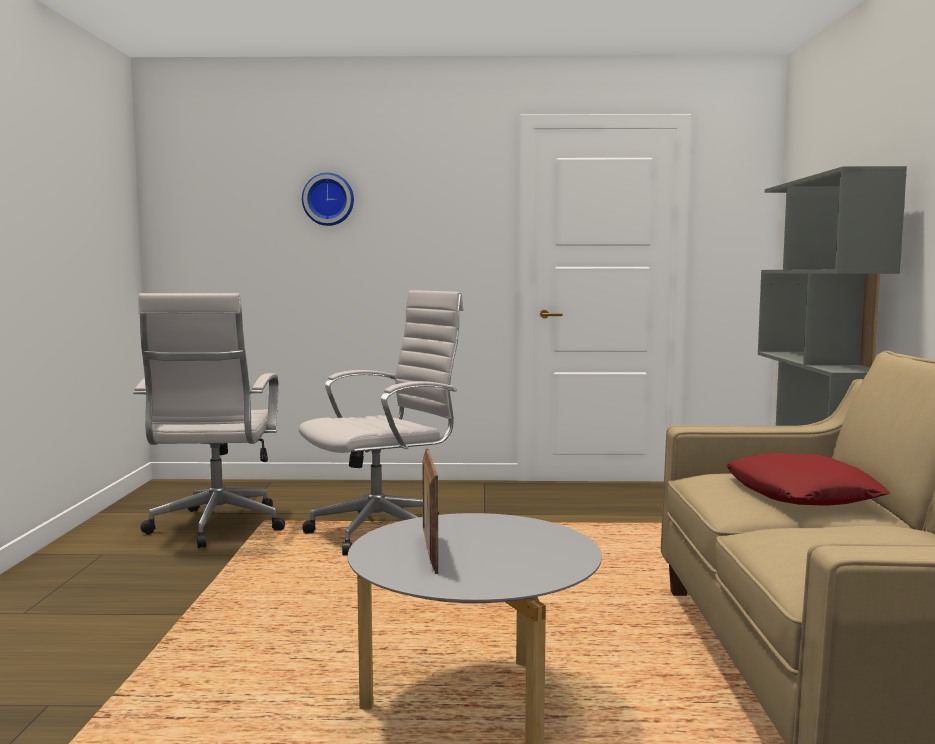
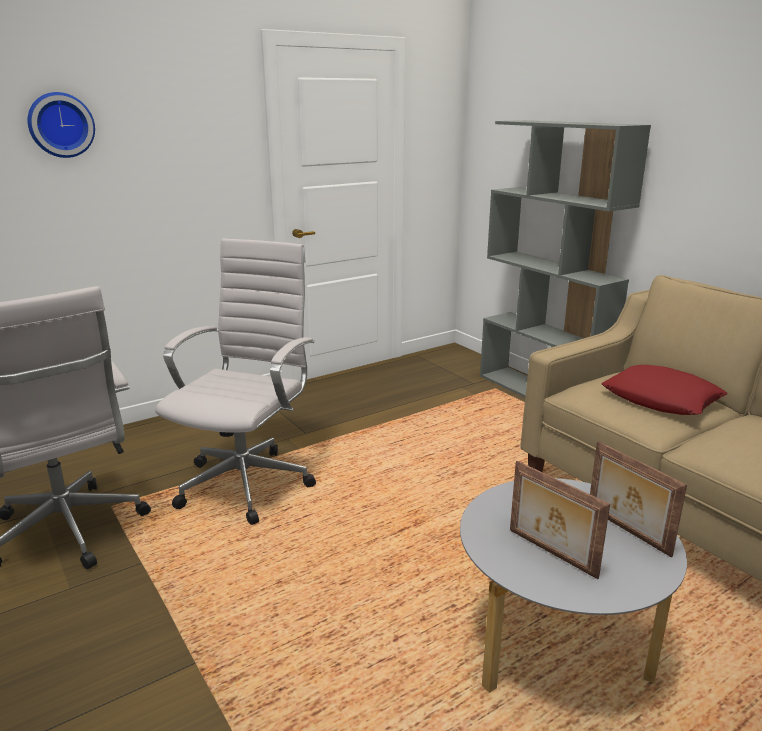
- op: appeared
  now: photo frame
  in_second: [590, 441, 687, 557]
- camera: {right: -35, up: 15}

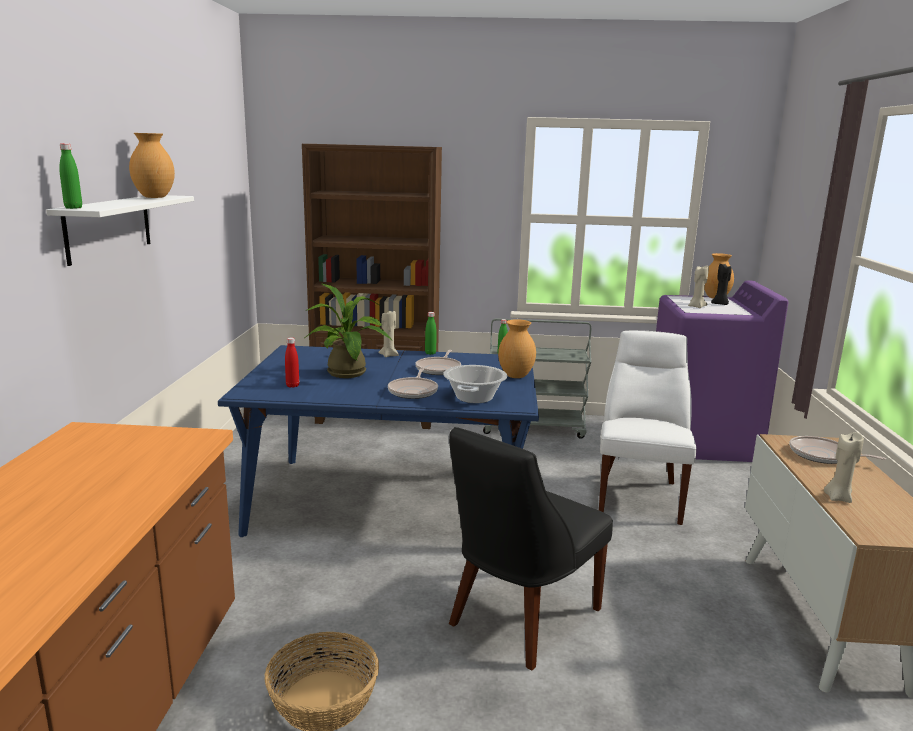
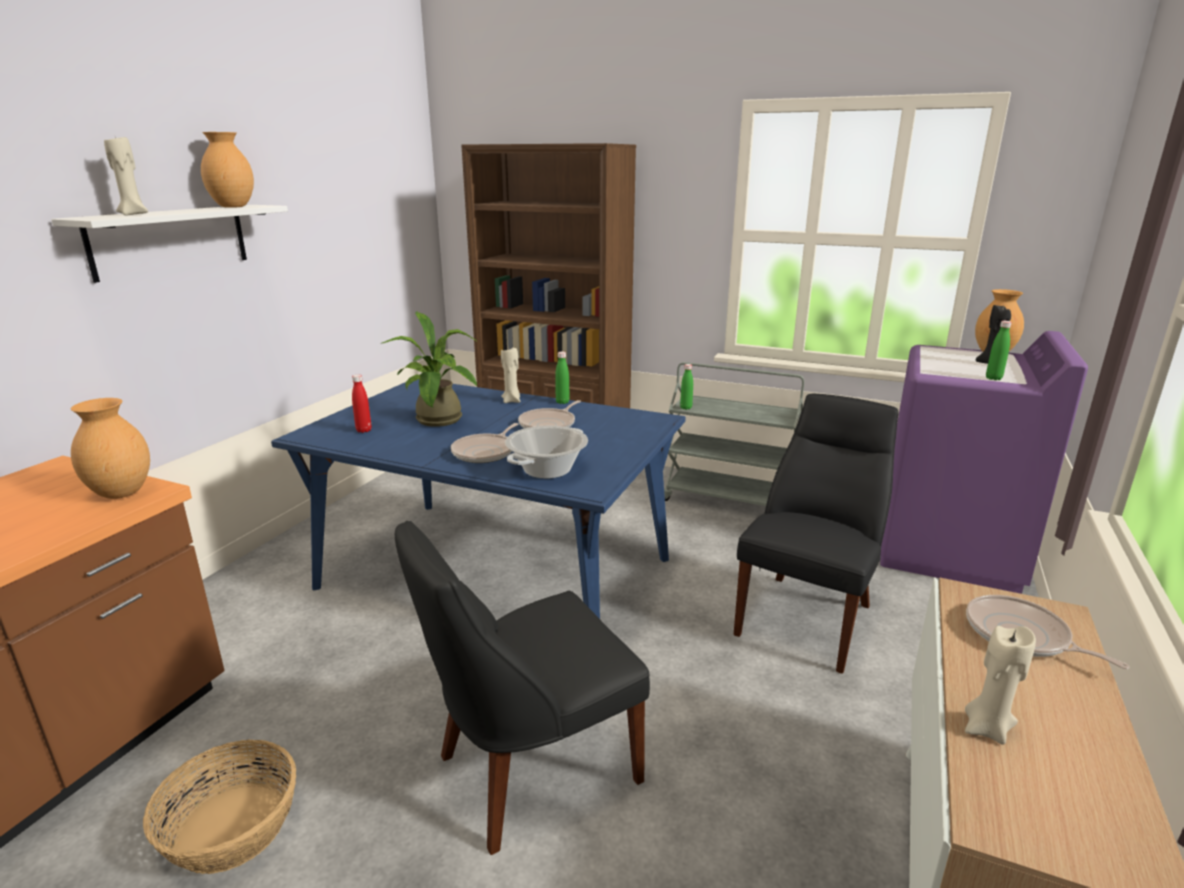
- op: relocated
  was: green beverage bottle
  in_first: [59, 143, 82, 209]
  in_second: [986, 321, 1012, 380]
- op: relocated
  was: brown vase
  in_first: [498, 319, 536, 378]
  in_second: [71, 398, 150, 499]
- op: colour
  was: whitish chair
  now: blackish chair
  in_first: [599, 330, 696, 525]
  in_second: [733, 394, 899, 674]
- op: relocated
  was: beige wax light
  in_first: [688, 265, 709, 308]
  in_second: [104, 137, 148, 215]
- camera: {right: 20, up: 5}

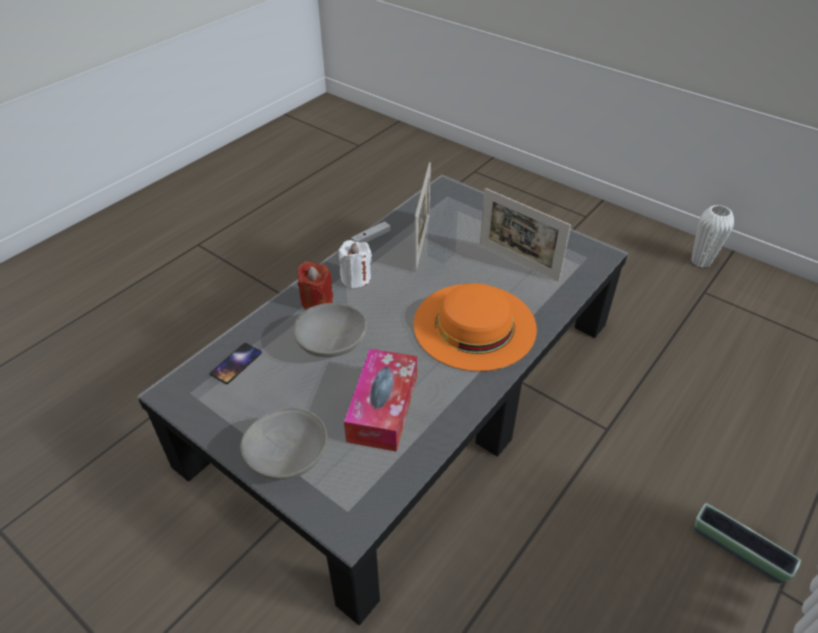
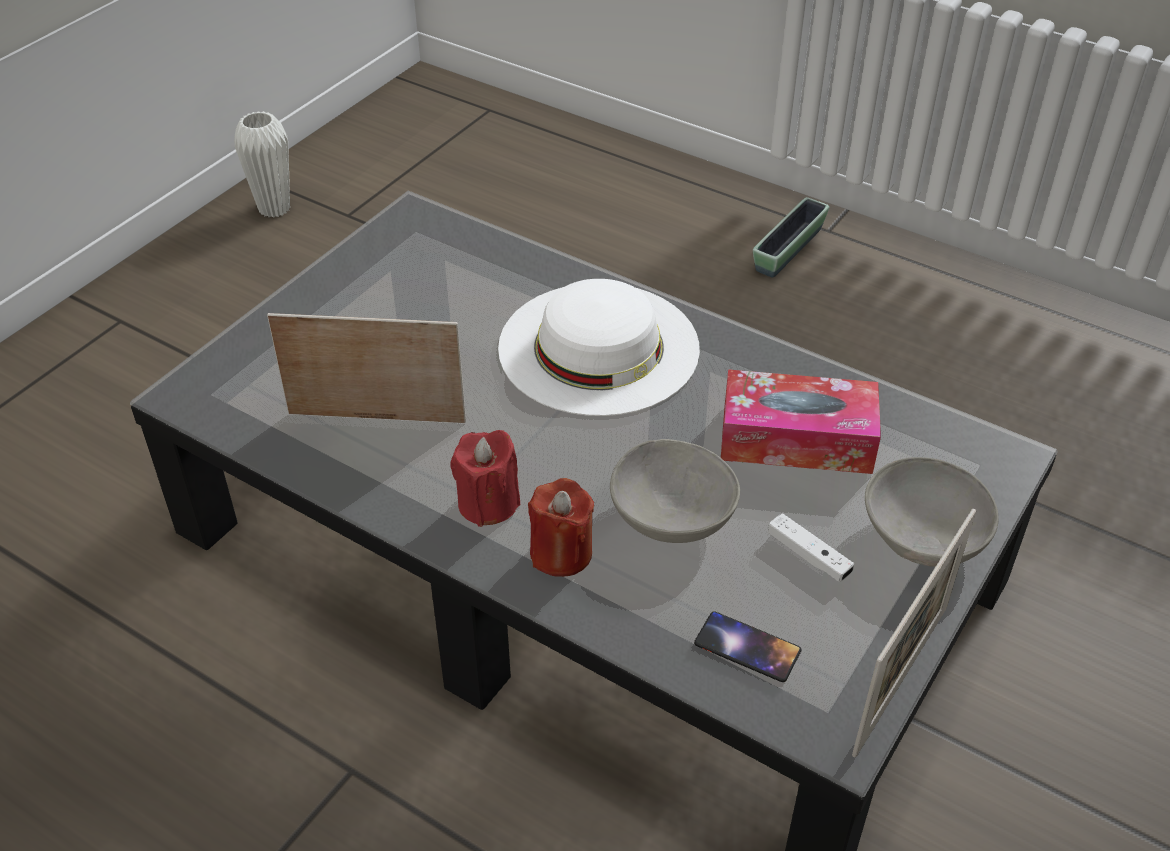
- op: colour
  was: whitish wax light
  now: red-coloured wax light
  in_first: [339, 240, 372, 288]
  in_second: [450, 430, 521, 527]
- op: relocated
  was: whitish gamepad
  in_first: [351, 222, 391, 242]
  in_second: [768, 513, 854, 582]
- op: colour
  was: orange hat
  now: whitish hat
  in_first: [413, 283, 537, 371]
  in_second: [498, 279, 700, 416]
- op: relocated
  was: photo frame
  in_first: [480, 188, 571, 281]
  in_second: [852, 509, 976, 757]
- camera: {right: -95, up: 0}

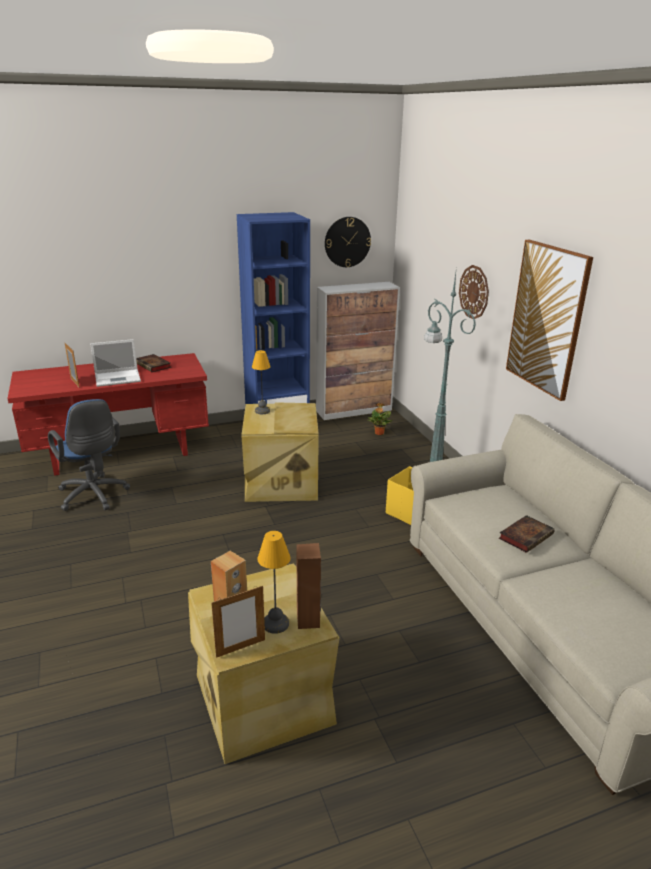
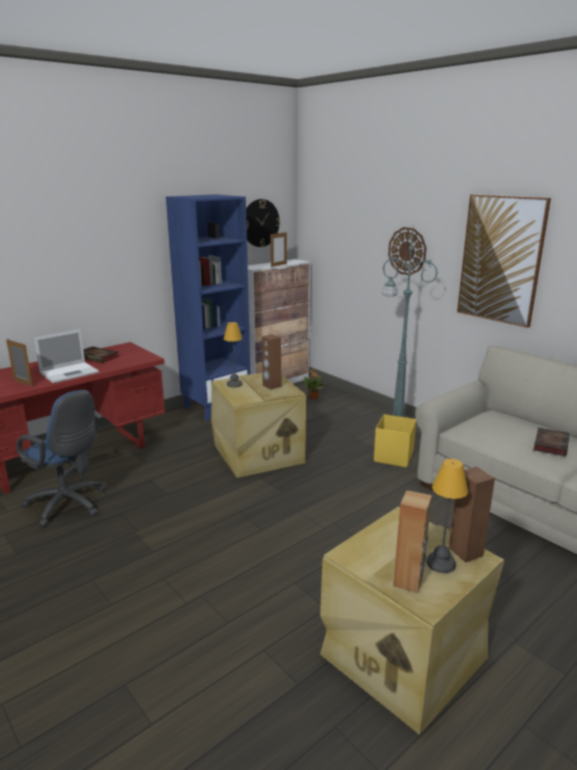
- op: relocated
  was: photo frame
  in_first: [211, 586, 265, 658]
  in_second: [270, 232, 287, 267]
- op: appeared
  now: brown audio speaker
  in_second: [262, 334, 281, 390]
- camera: {right: -20, up: -5}

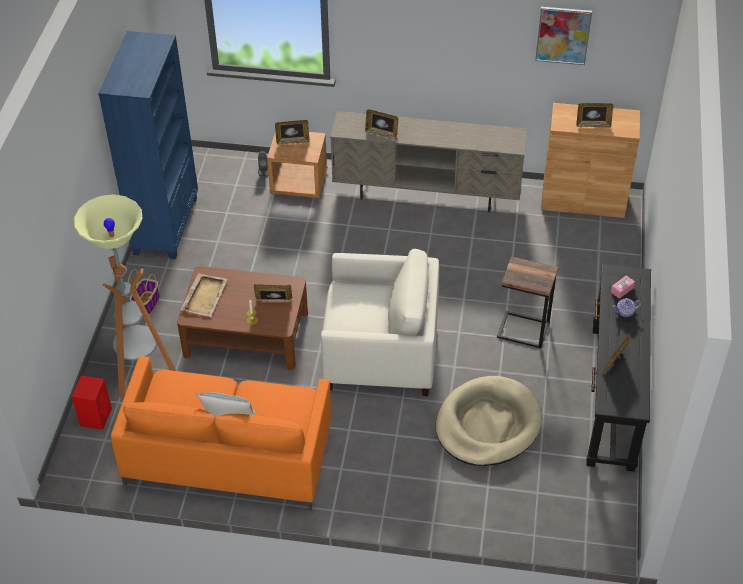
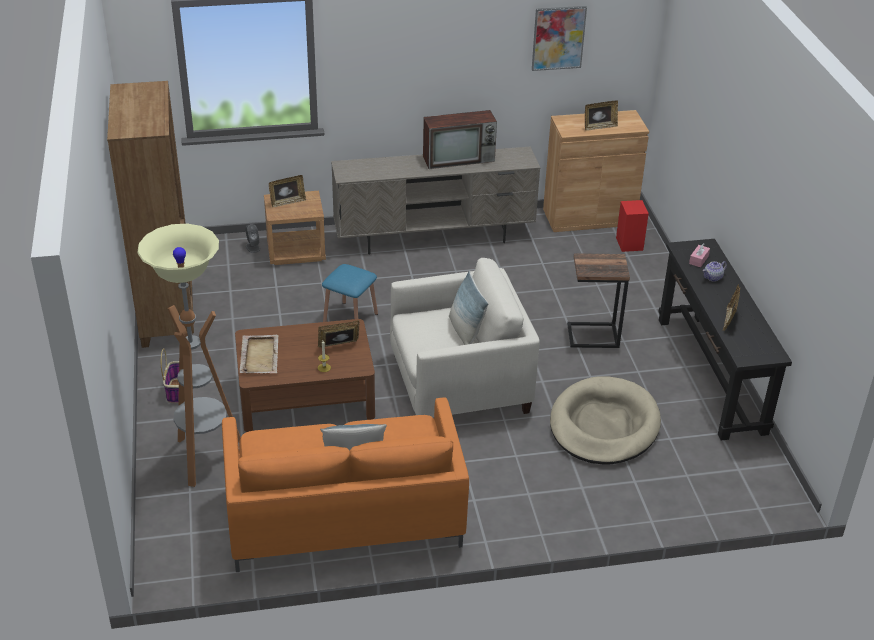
- op: relocated
  was: red-coloured audio speaker
  in_first: [72, 375, 112, 430]
  in_second: [616, 200, 649, 252]
- op: colour
  was: blue bookshelf
  now: brown bookshelf
  in_first: [98, 31, 198, 259]
  in_second: [107, 81, 194, 348]
- op: missing
  was: photo frame
  in_first: [365, 110, 398, 140]
- op: appeared
  now: blue stool
  in_second: [322, 264, 378, 322]
- op: appeared
  now: television
  in_second: [423, 110, 497, 169]
- op: appeared
  now: pillow
  in_second: [449, 271, 488, 345]
- camera: {right: -20, up: -10}

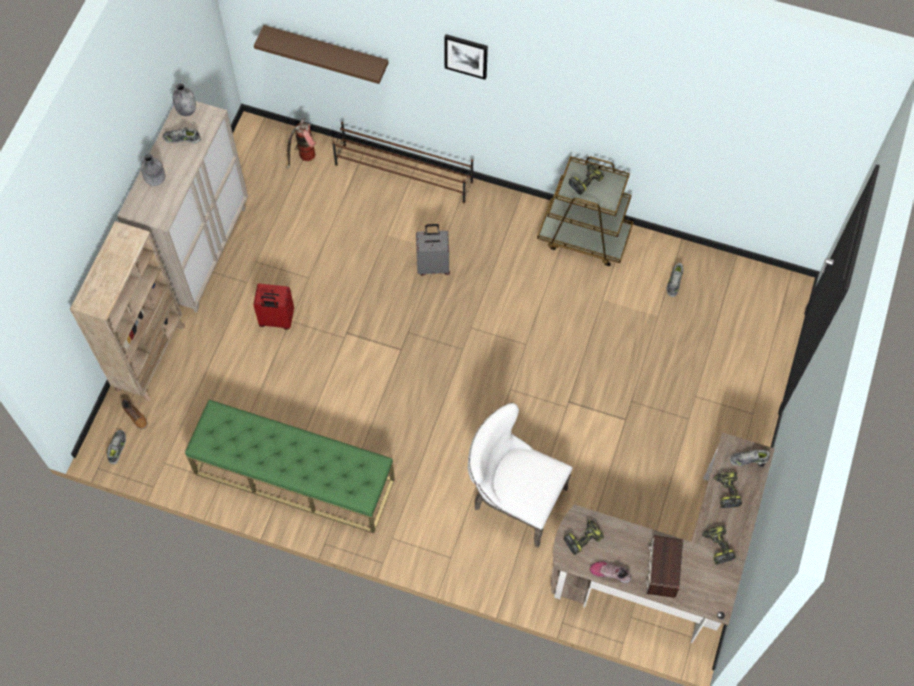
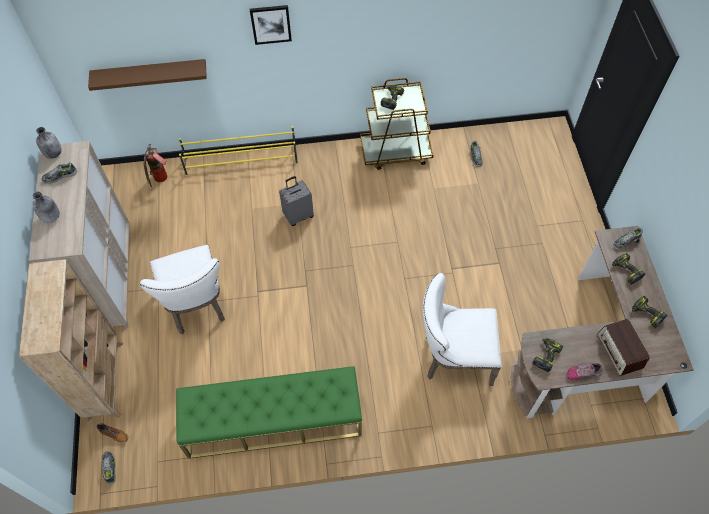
- op: exchanged
  was: red-coloured suitcase
  now: whitish chair
  in_first: [253, 284, 294, 330]
  in_second: [140, 245, 225, 334]
- op: colour
  was: brown shoe rack
  now: yellowish shoe rack
  in_first: [332, 122, 473, 203]
  in_second: [179, 126, 298, 176]
- camera: {right: -25, up: -5}

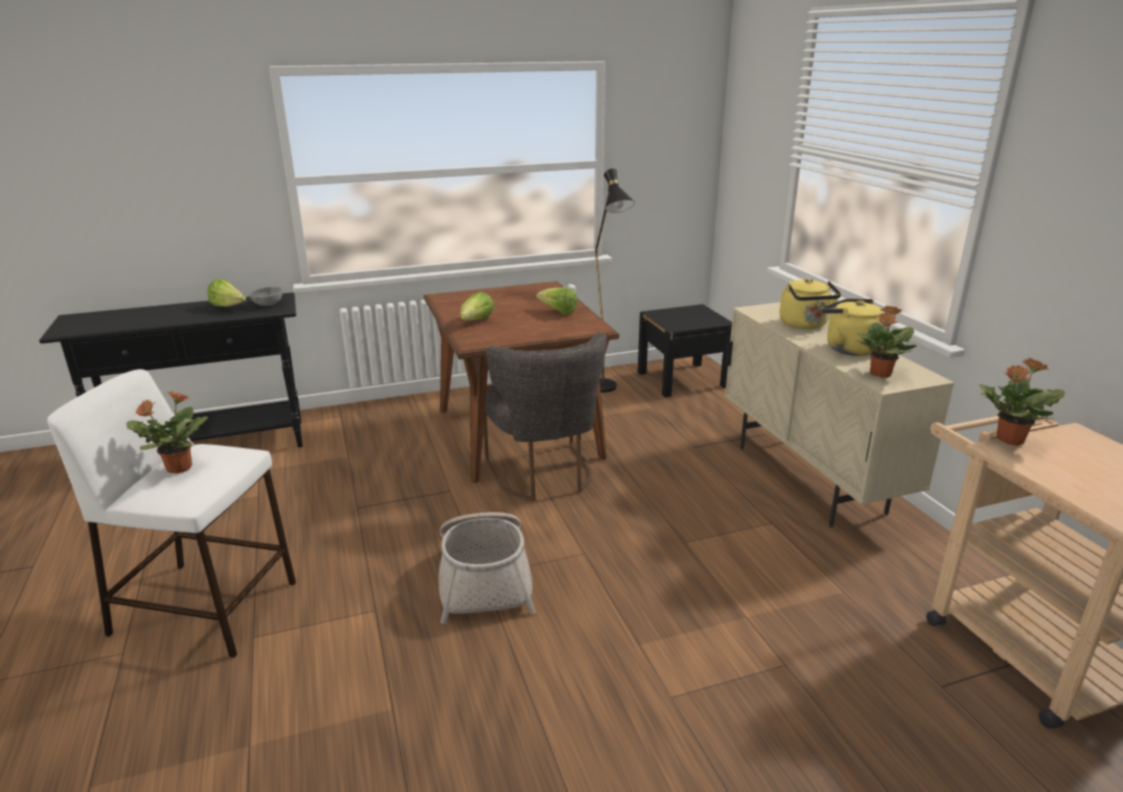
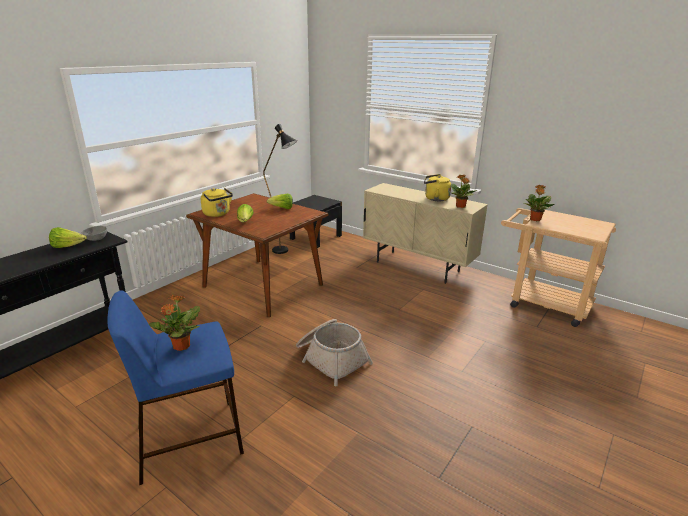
- op: colour
  was: whitish stool
  now: blue stool
  in_first: [47, 369, 296, 658]
  in_second: [107, 290, 244, 485]
- op: missing
  was: grey chair
  in_first: [483, 333, 607, 501]
- op: relocated
  was: yellowish water kettle
  in_first: [779, 278, 841, 329]
  in_second: [201, 188, 233, 217]
- camera: {right: -35, up: 0}

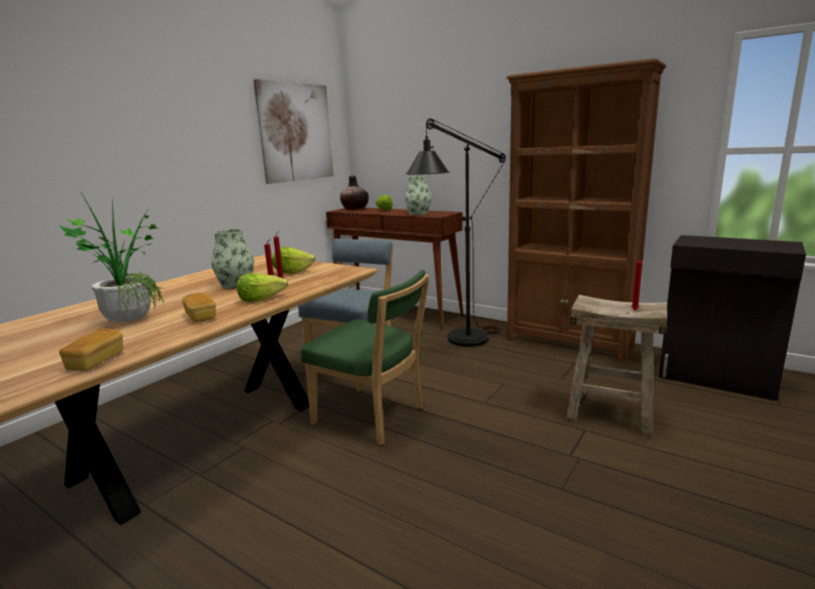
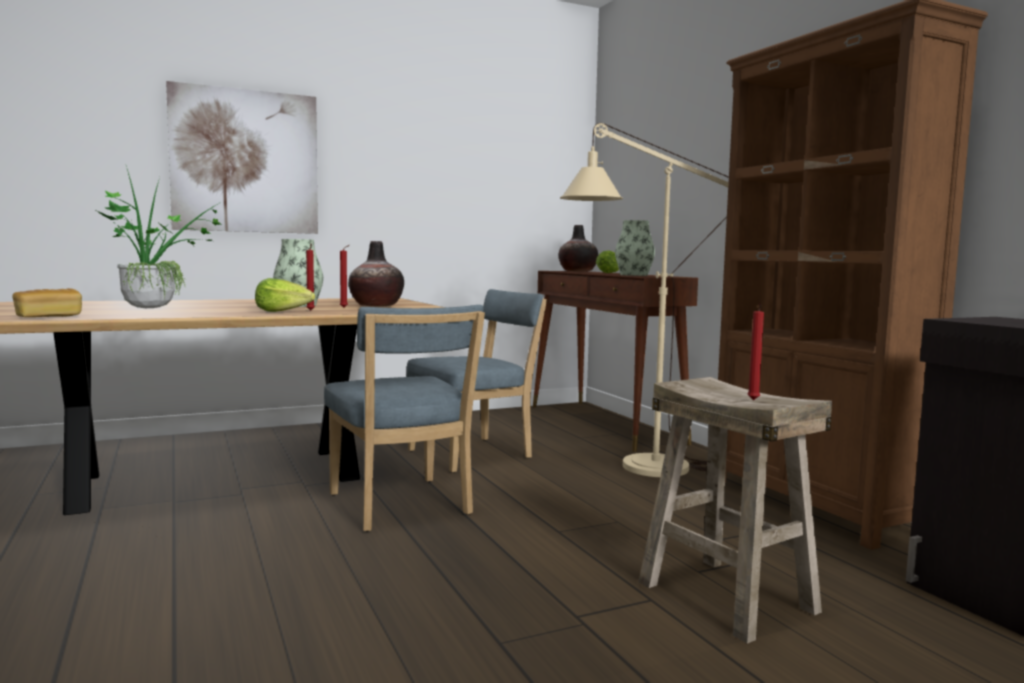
- op: missing
  was: bread
  in_first: [182, 293, 216, 322]
- op: relocated
  was: wall art
  in_first: [253, 79, 334, 184]
  in_second: [166, 81, 318, 234]
- op: exchanged
  was: lettuce
  now: vase
  in_first: [272, 247, 315, 274]
  in_second: [349, 241, 404, 307]
- op: colour
  was: green chair
  now: blue chair
  in_first: [301, 270, 430, 445]
  in_second: [324, 305, 485, 532]
- op: colour
  was: blackish standing lamp
  now: beige standing lamp
  in_first: [406, 118, 506, 347]
  in_second: [560, 123, 729, 477]
- camera: {right: 30, up: -10}

